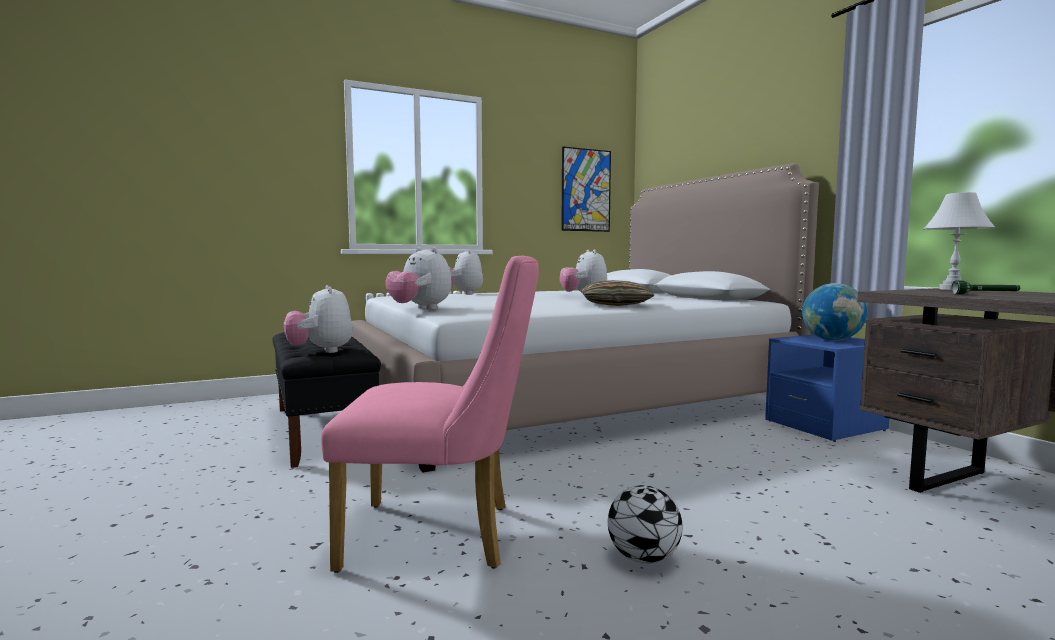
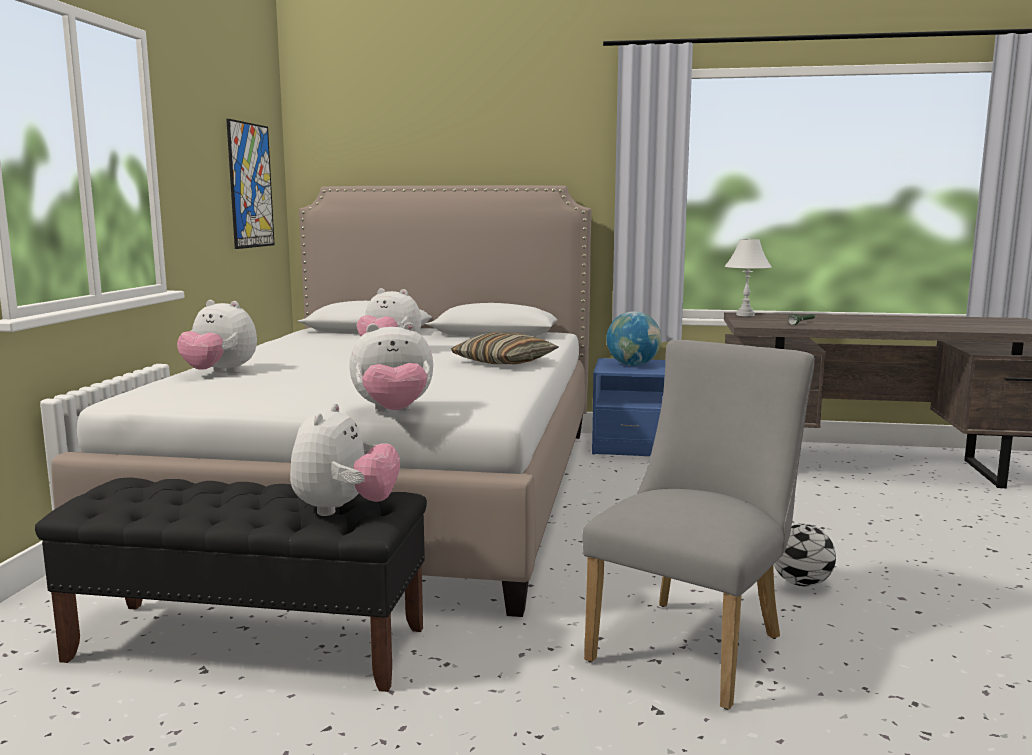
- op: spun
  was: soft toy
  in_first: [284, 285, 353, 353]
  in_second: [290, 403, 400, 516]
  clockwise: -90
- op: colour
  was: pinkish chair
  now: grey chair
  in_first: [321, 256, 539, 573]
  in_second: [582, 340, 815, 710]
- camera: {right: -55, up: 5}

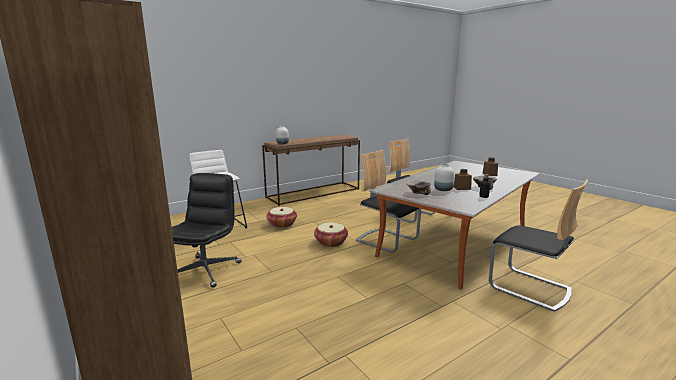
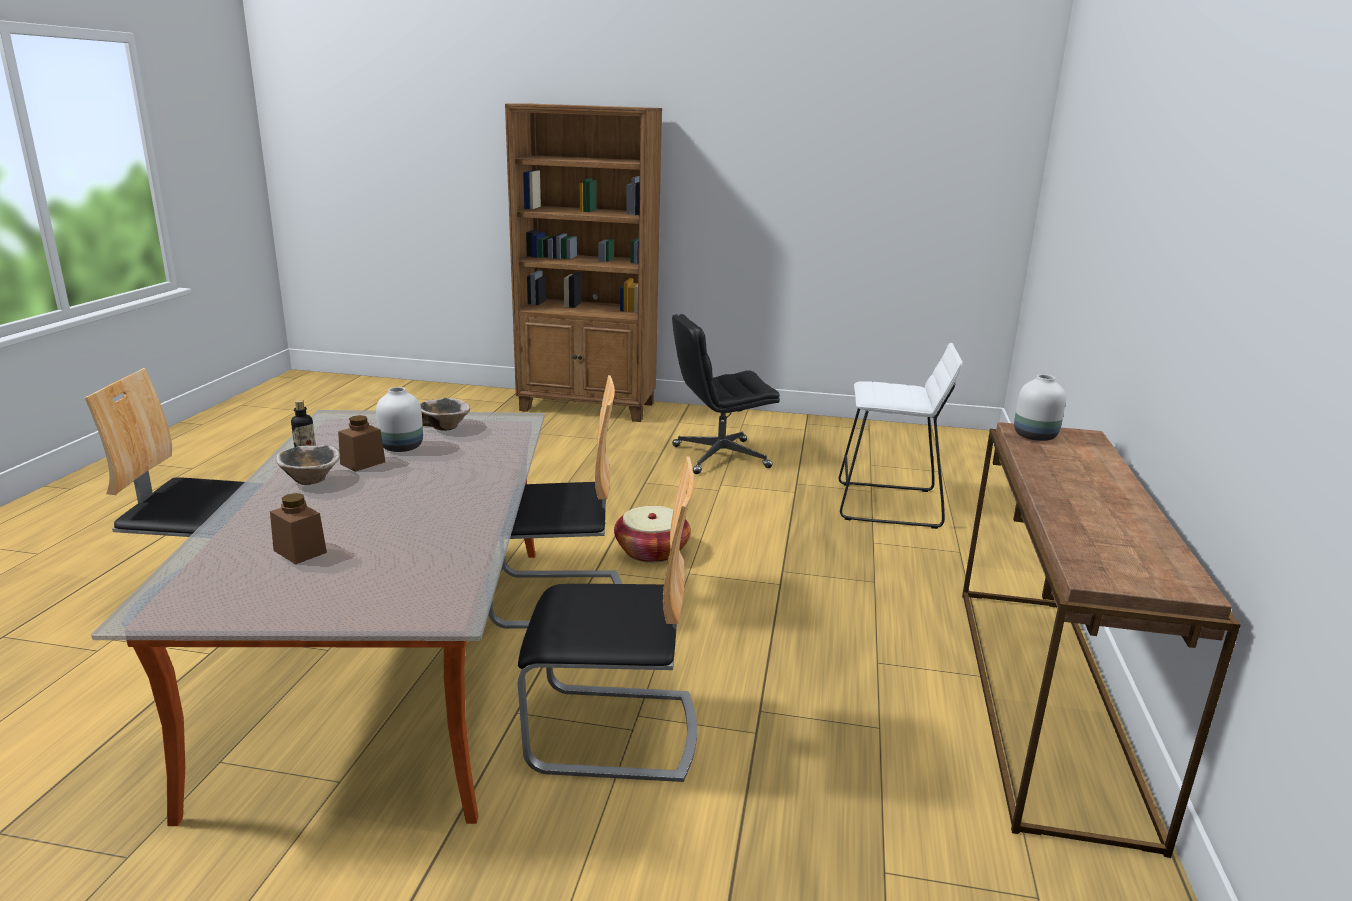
- op: spun
  was: blackish computer chair
  in_first: [172, 173, 241, 288]
  in_second: [672, 314, 780, 474]
  clockwise: 105
- op: missing
  was: basket
  in_first: [266, 207, 297, 228]
- camera: {right: 135, up: 5}

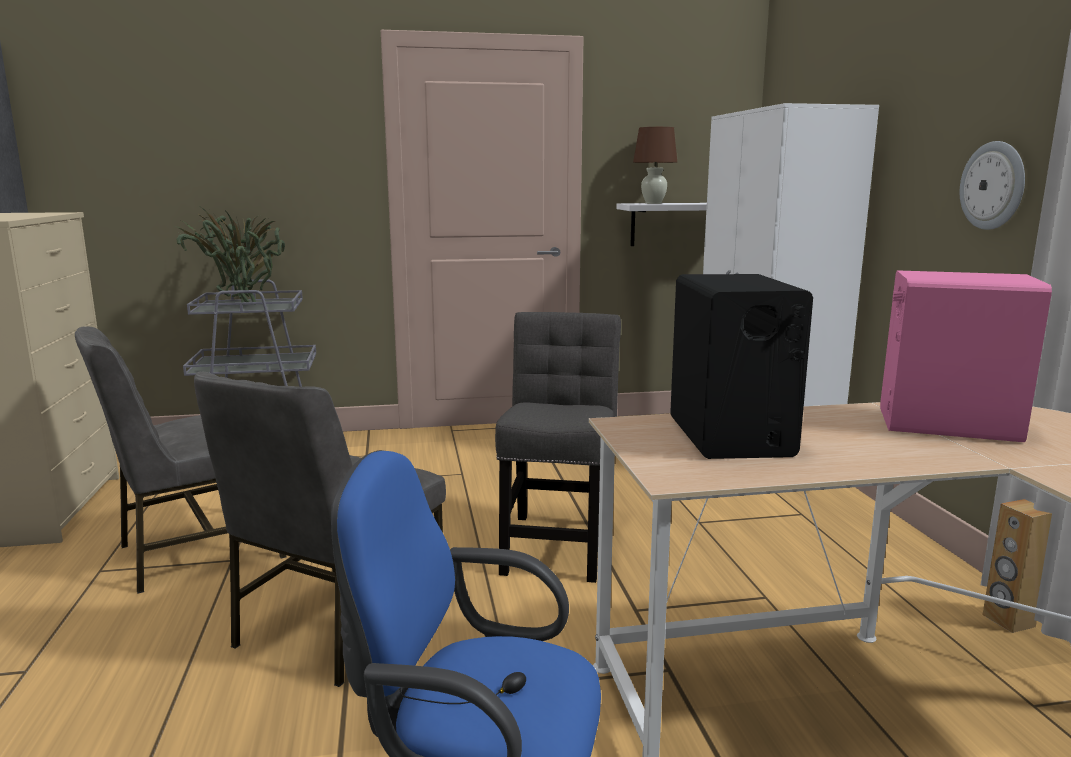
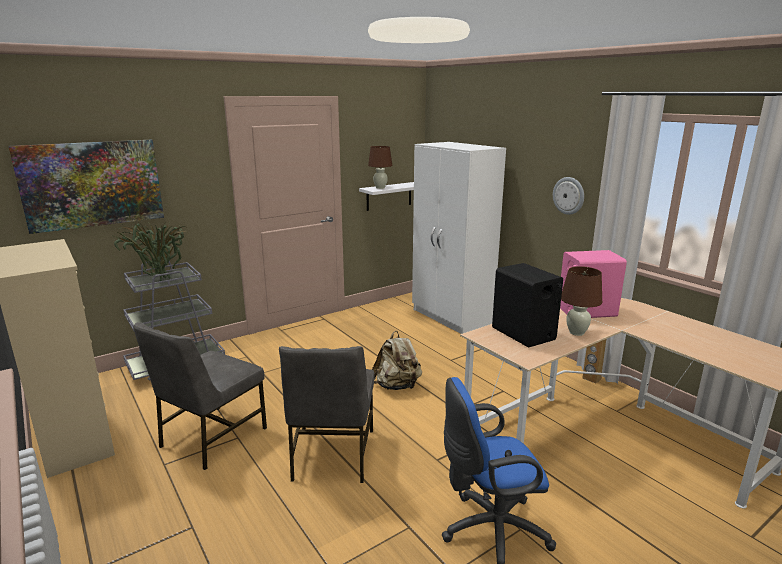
- op: exchanged
  was: grey chair
  now: beige rucksack
  in_first: [495, 312, 621, 583]
  in_second: [372, 331, 422, 390]
- op: appeared
  now: wall art
  in_second: [9, 140, 164, 234]
- op: appeared
  now: brown table lamp
  in_second: [561, 266, 602, 336]
- camera: {right: -25, up: 5}

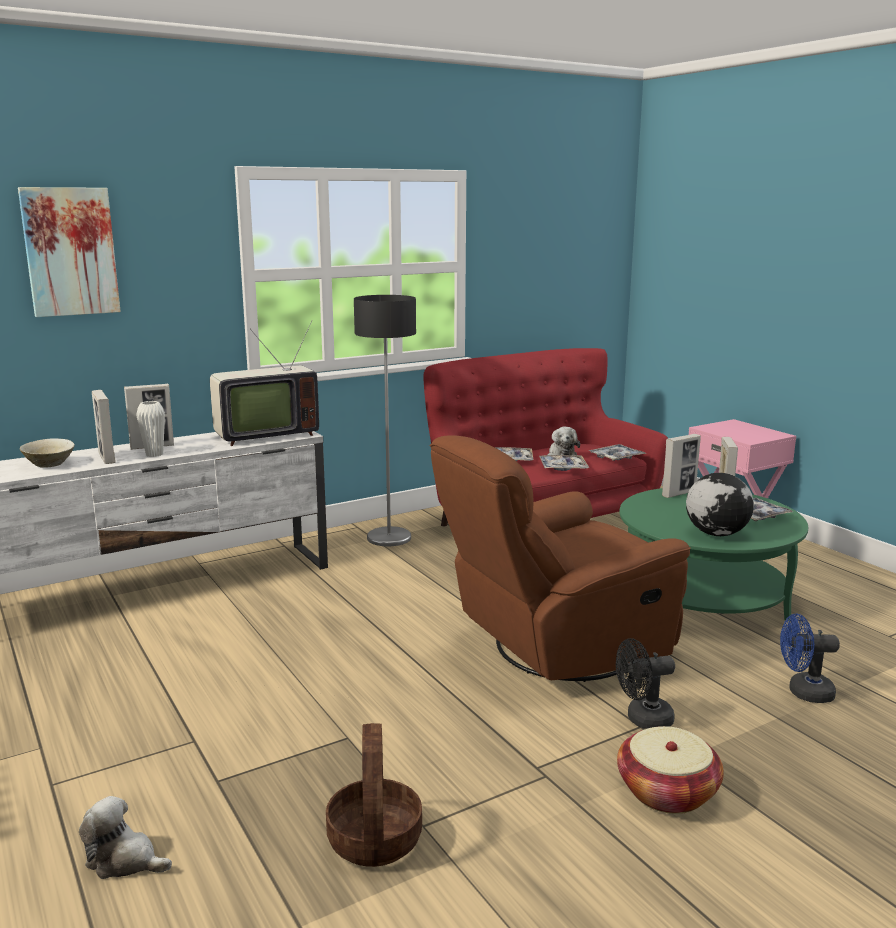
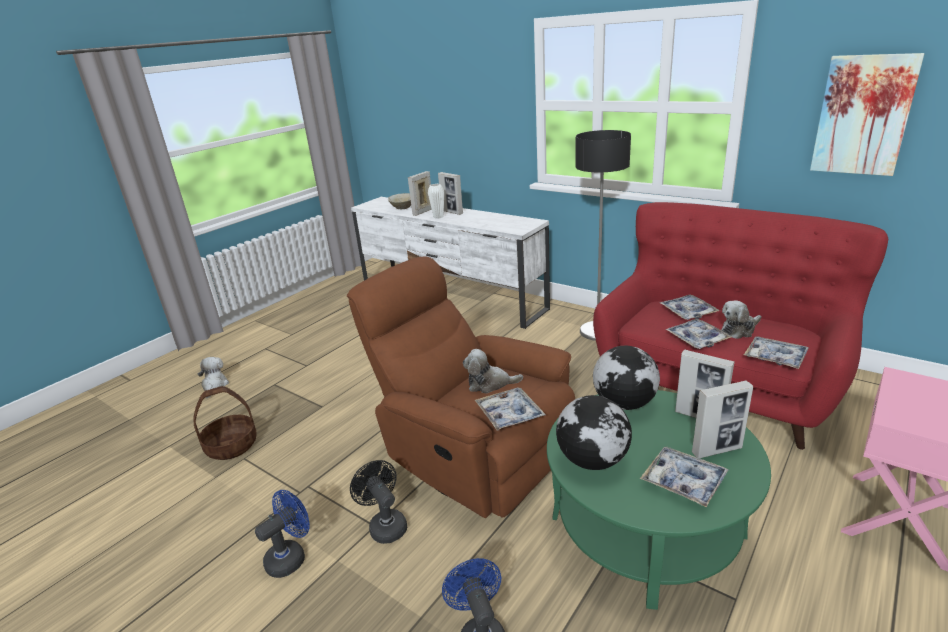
- op: relocated
  was: wall art
  in_first: [18, 187, 121, 317]
  in_second: [810, 53, 925, 176]
- op: missing
  was: television
  in_first: [210, 320, 319, 446]
- op: exchanged
  was: basket
  now: blue fan
  in_first: [617, 726, 724, 814]
  in_second: [255, 490, 310, 578]
- op: appeared
  now: soft toy
  in_second: [463, 349, 523, 394]
- op: appeared
  now: tray
  in_second: [475, 387, 545, 431]
- op: appeared
  now: globe
  in_second: [593, 346, 660, 410]
- camera: {right: 70, up: 10}

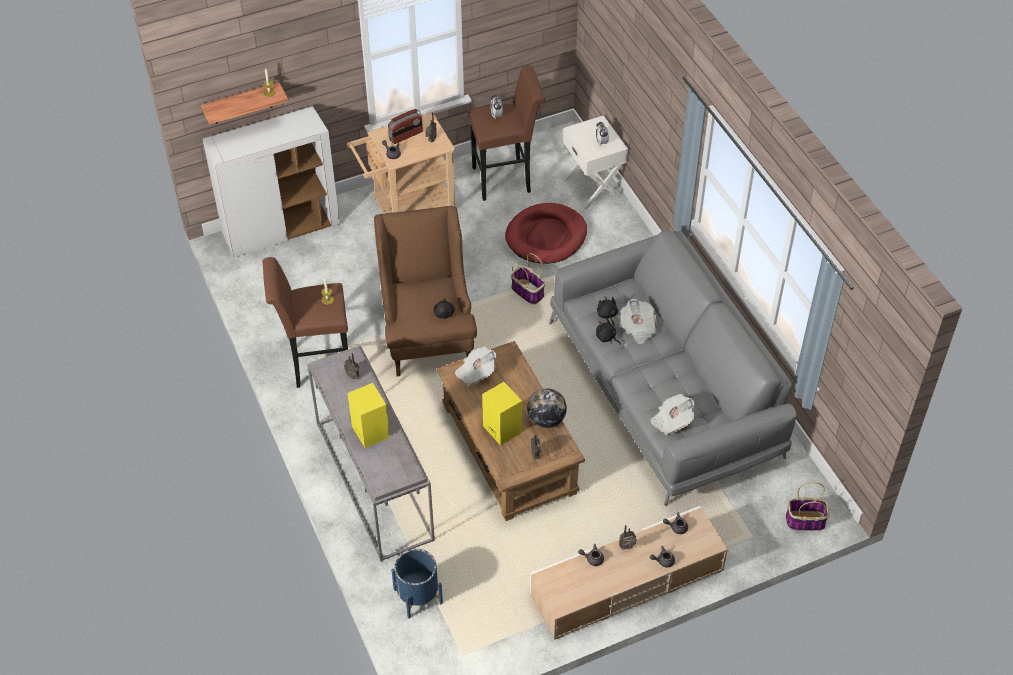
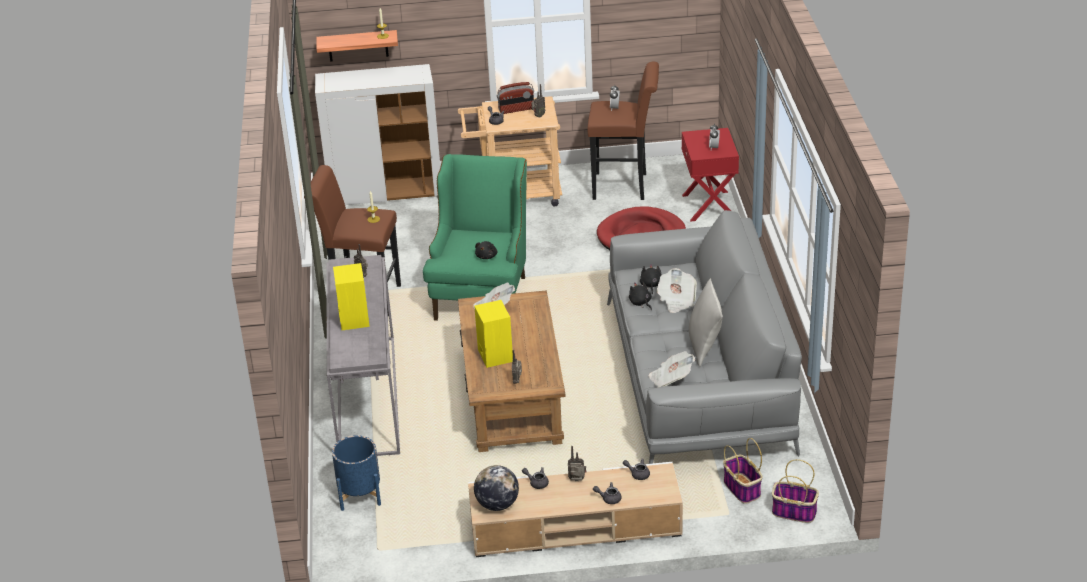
- op: colour
  was: brown lounge chair
  now: green lounge chair
  in_first: [374, 206, 477, 376]
  in_second: [423, 154, 527, 321]
- op: relocated
  was: basket
  in_first: [511, 253, 546, 304]
  in_second: [723, 438, 763, 504]
- op: relocated
  was: globe
  in_first: [527, 388, 567, 428]
  in_second: [474, 465, 519, 511]
- op: colour
  was: whitish nightstand
  now: red-coloured nightstand
  in_first: [563, 115, 628, 210]
  in_second: [682, 128, 739, 222]
- op: appeared
  now: grey pillow
  in_second: [689, 278, 723, 367]
- camera: {right: 20, up: -15}

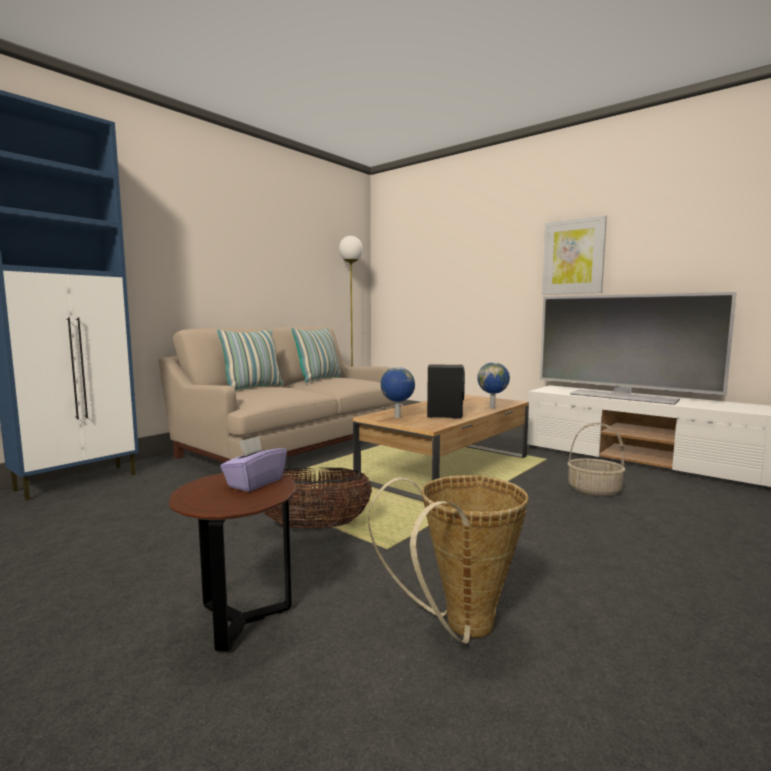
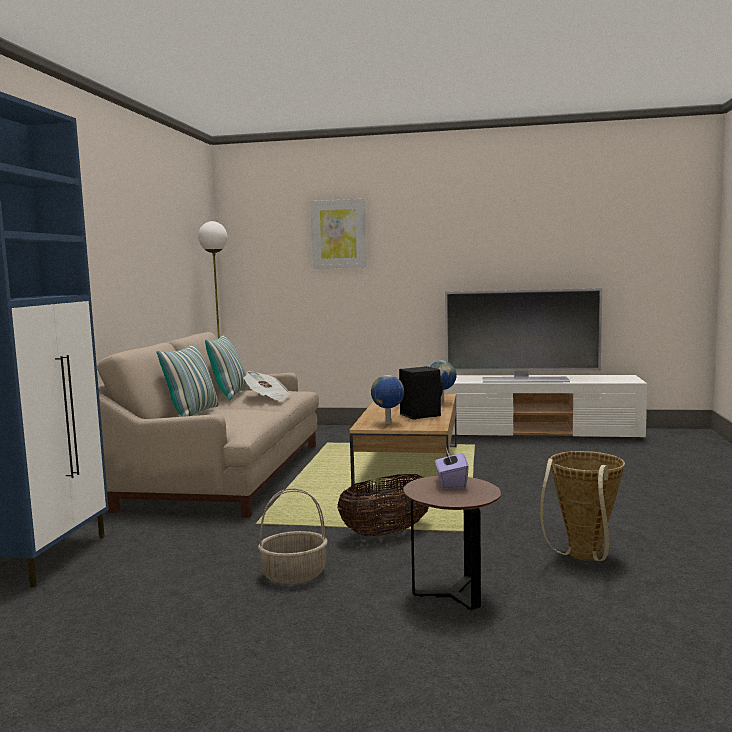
- op: relocated
  was: wall art
  in_first: [542, 215, 607, 295]
  in_second: [310, 199, 366, 269]
- op: relocated
  was: basket
  in_first: [567, 423, 625, 496]
  in_second: [258, 488, 327, 584]
- op: appeared
  now: newspaper
  in_second: [243, 371, 291, 402]
- camera: {right: -30, up: 0}

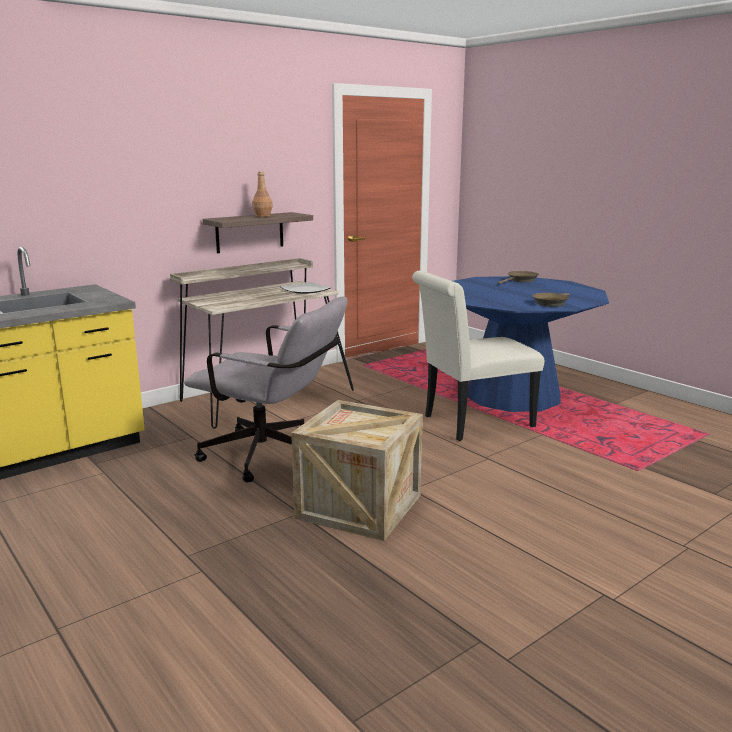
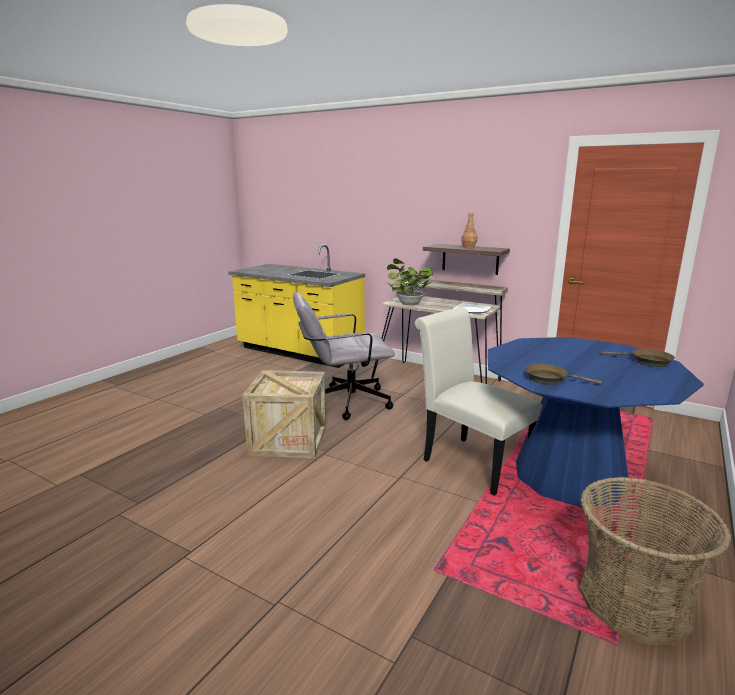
- op: spun
  was: grey computer chair
  in_first: [184, 296, 347, 483]
  in_second: [293, 292, 395, 420]
  clockwise: 75
- op: appeared
  now: houseplant
  in_second: [386, 258, 433, 306]
- op: appeared
  now: basket
  in_second: [579, 477, 731, 645]
- camera: {right: 70, up: 0}

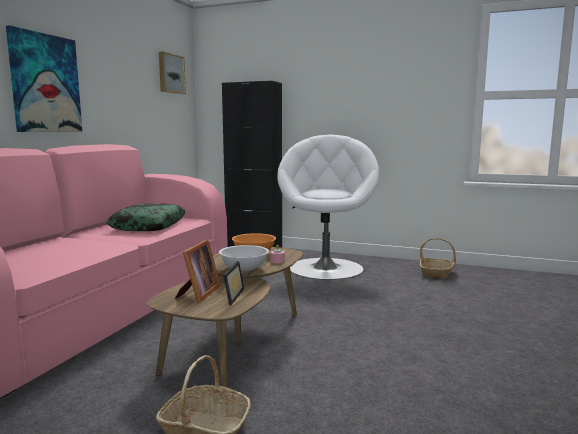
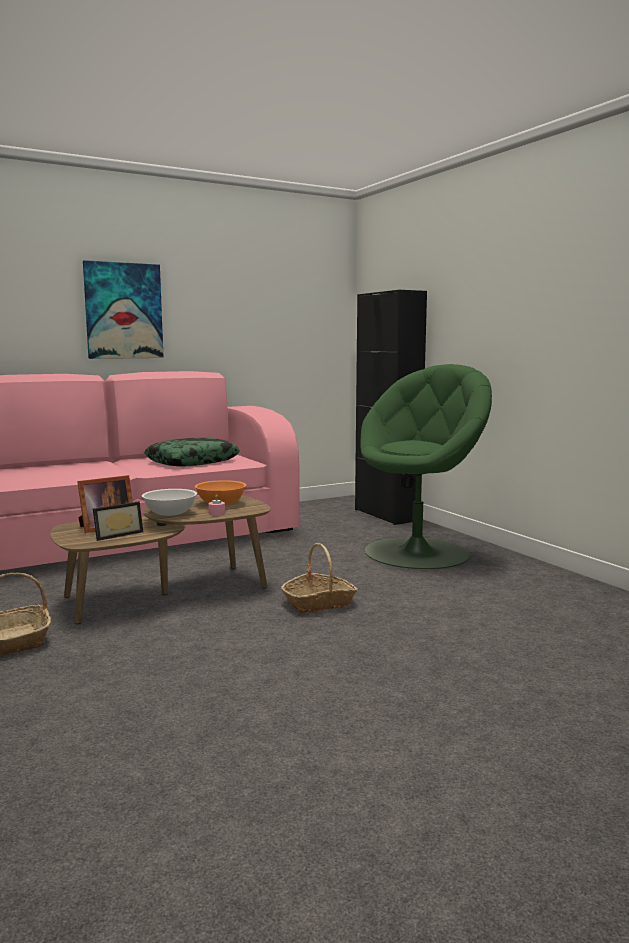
- op: missing
  was: wall art
  in_first: [159, 51, 186, 94]
- op: colour
  was: whitish lounge chair
  now: green lounge chair
  in_first: [277, 134, 379, 280]
  in_second: [360, 364, 492, 569]
- op: relocated
  was: basket
  in_first: [420, 238, 456, 279]
  in_second: [281, 543, 358, 613]
- camera: {right: 40, up: 0}

